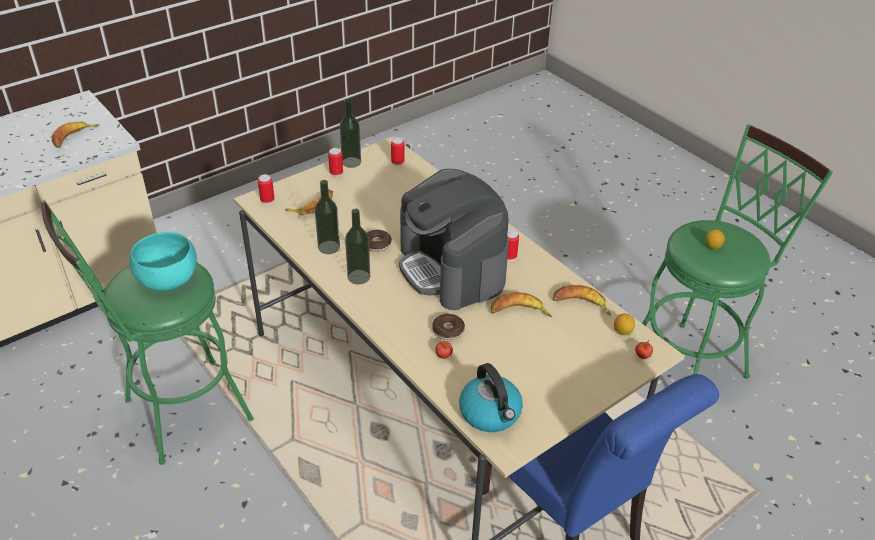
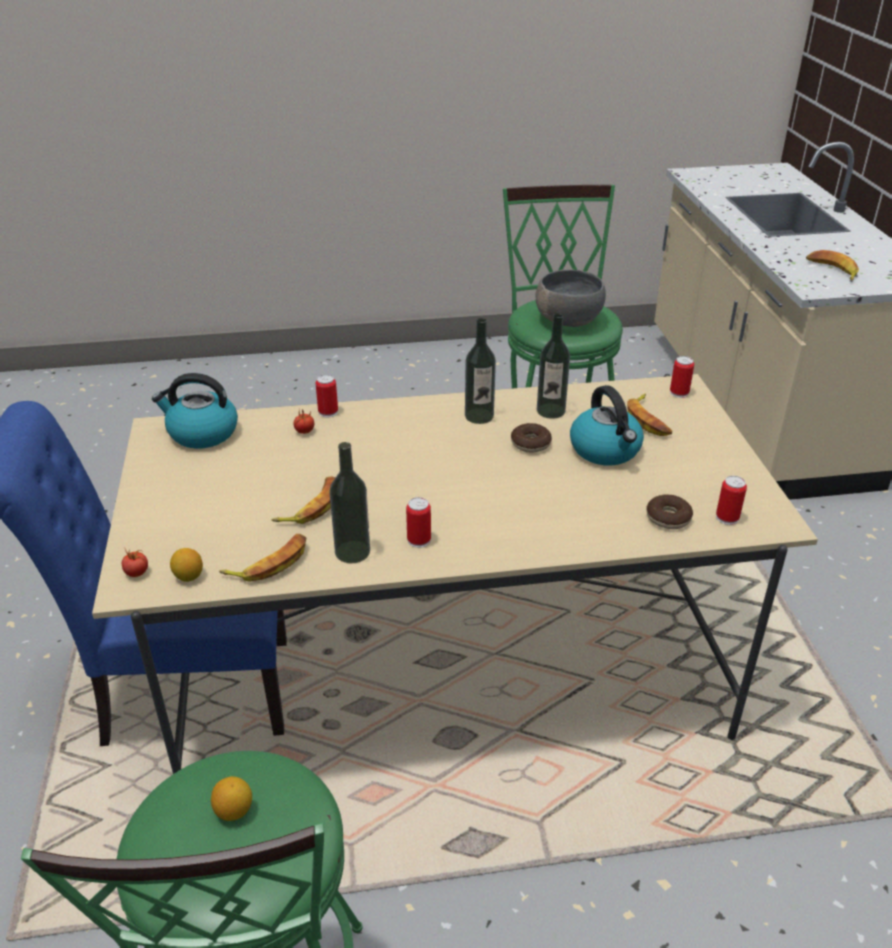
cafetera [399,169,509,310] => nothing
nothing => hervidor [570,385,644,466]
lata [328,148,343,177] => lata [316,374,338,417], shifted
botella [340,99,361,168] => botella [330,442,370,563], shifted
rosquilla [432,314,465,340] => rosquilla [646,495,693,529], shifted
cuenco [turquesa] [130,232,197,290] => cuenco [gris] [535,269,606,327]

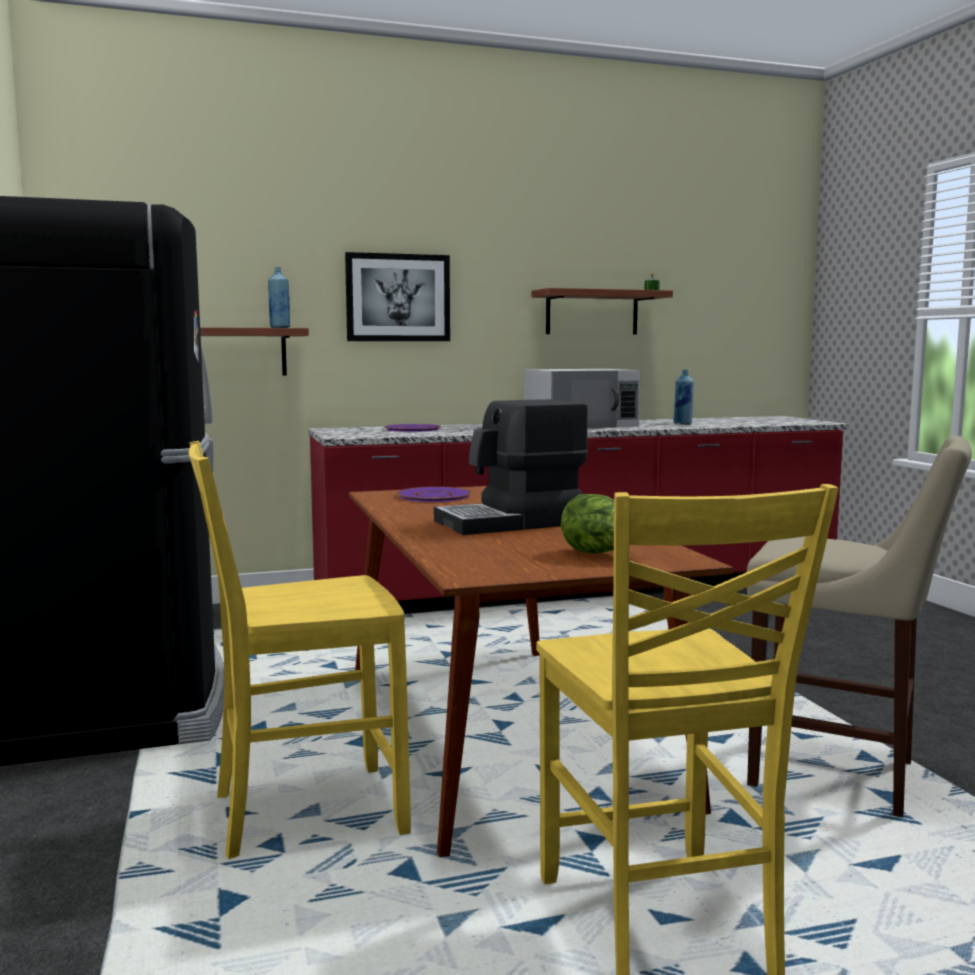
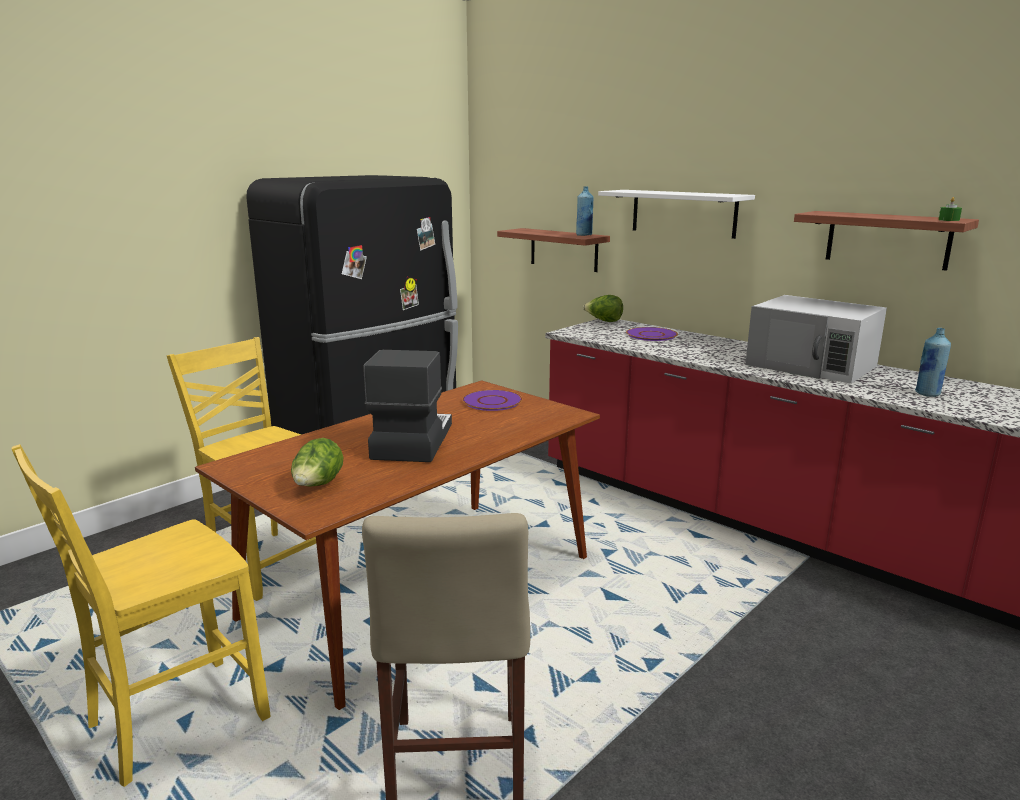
nothing => lechuga [583,295,623,322]
cuadro [345,252,450,341] => estante [blanco] [598,190,755,239]
cafetera [434,399,588,535] => cafetera [363,350,452,462], 60 degrees clockwise

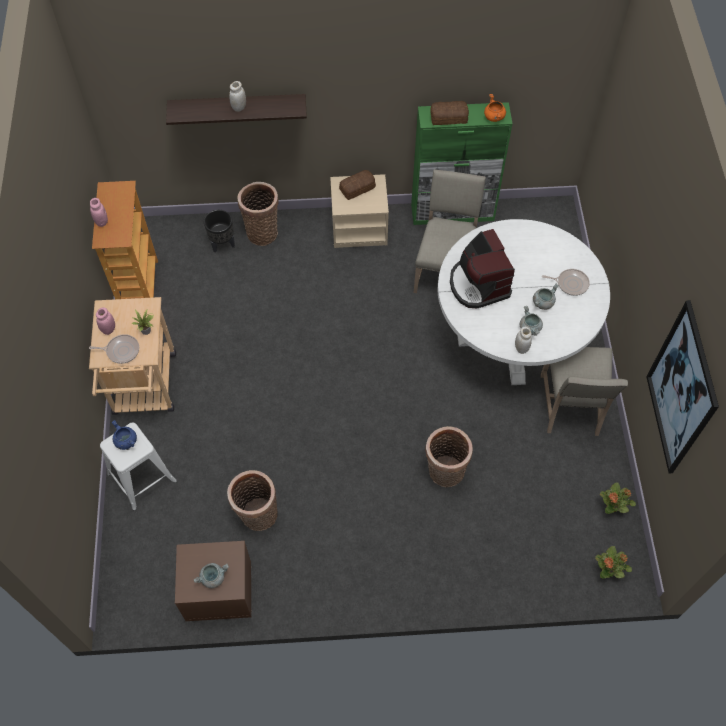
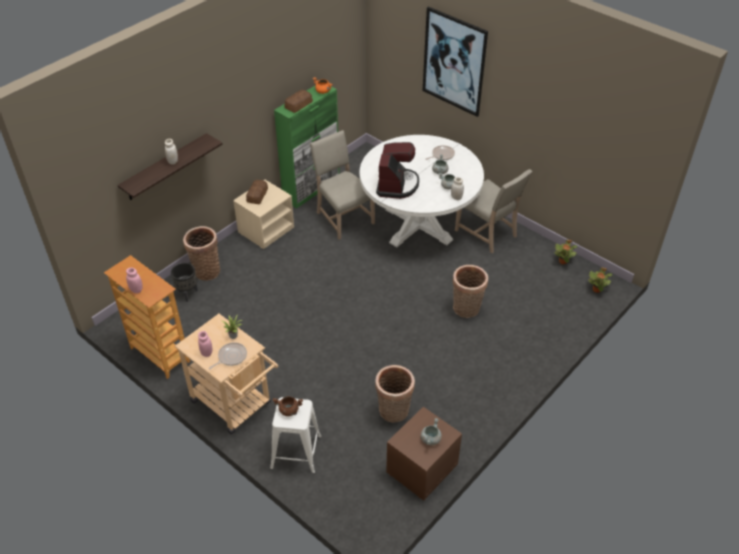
cuadro [646,300,719,473] => cuadro [423,6,488,117], shifted
olla [azul] [111,420,137,450] => olla [marrón] [273,396,303,416]
cafetera [450,229,515,308] => cafetera [376,142,419,199], 105 degrees counterclockwise

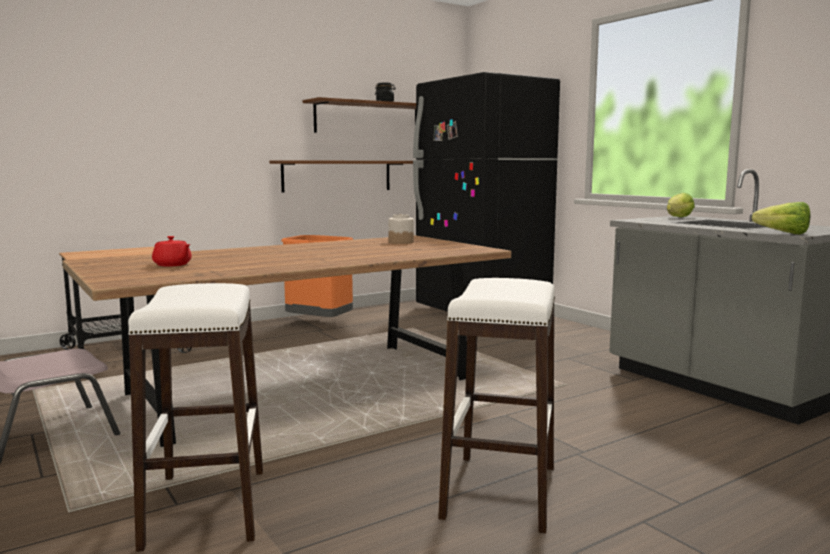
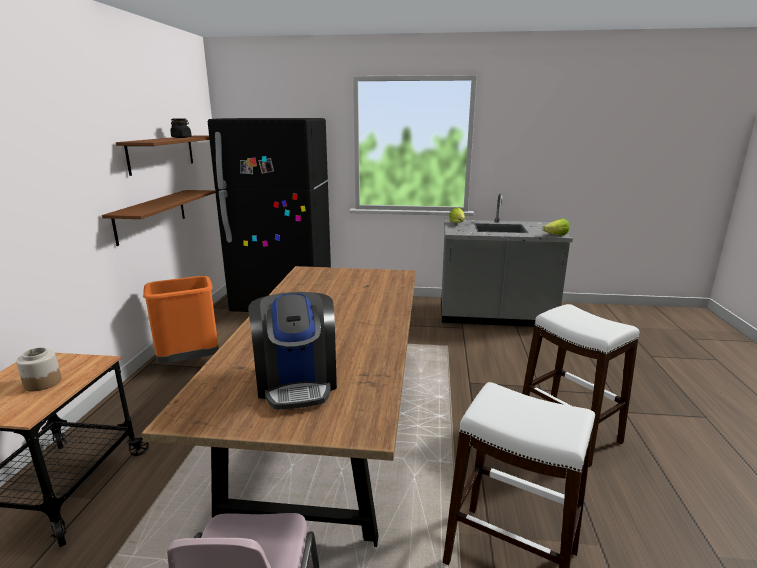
tarro [388,214,414,244] => tarro [16,347,62,391], shifted
tetera [rojo] [152,236,192,267] => cafetera [248,292,337,410]

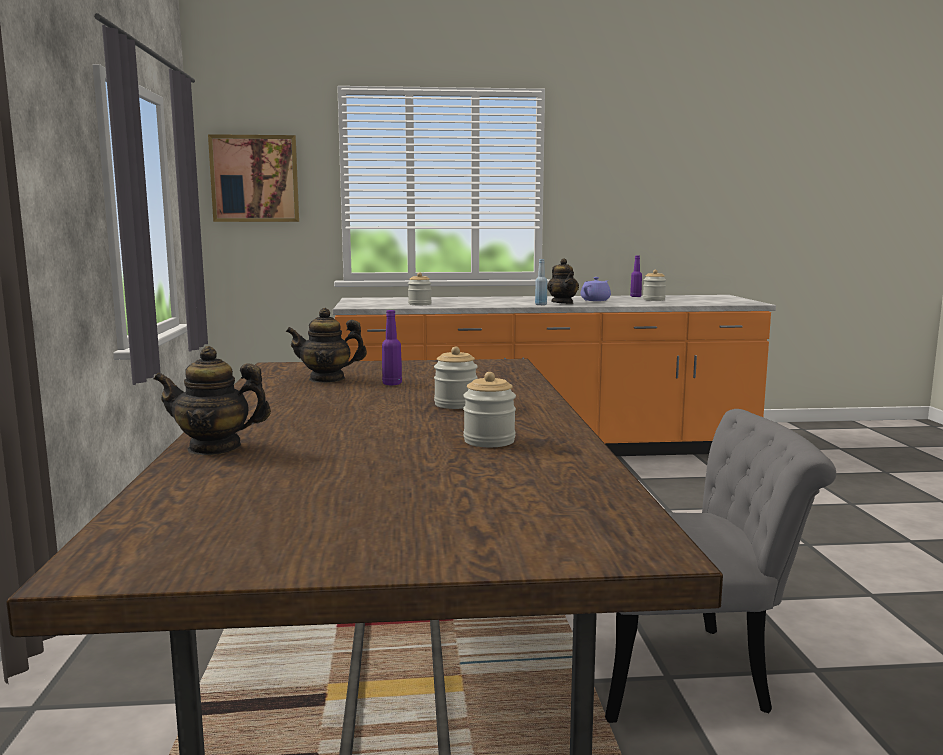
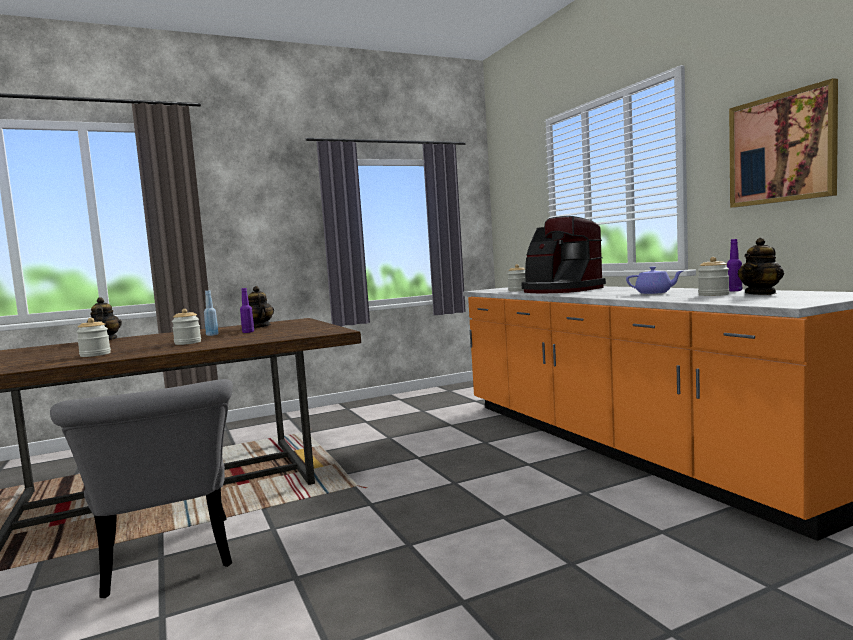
nothing => cafetera [521,216,606,293]
cuadro [208,134,299,222] => cuadro [729,78,838,208], shifted
botella [azul] [535,259,547,305] => botella [azul] [204,291,218,336], shifted
tetera [547,258,579,304] => tetera [738,238,784,295], shifted

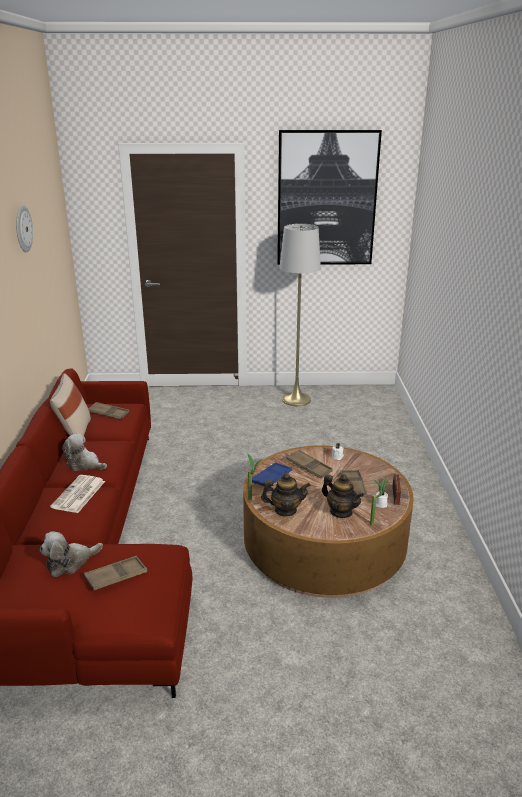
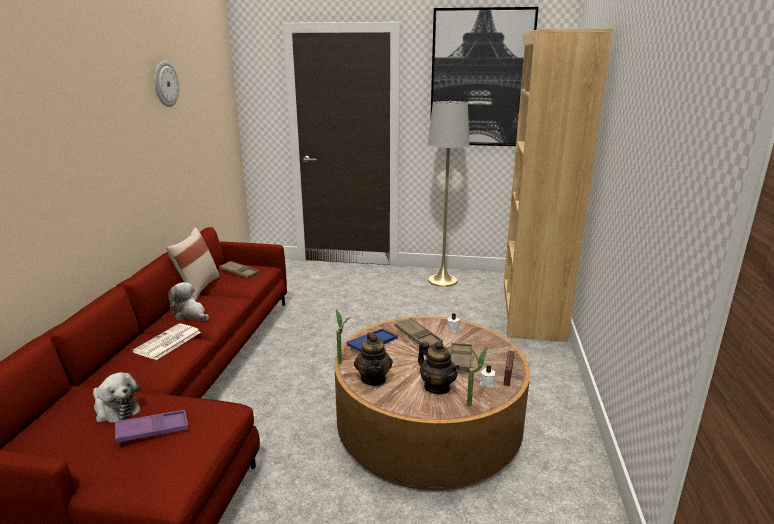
nothing => estantería [marrón] [504,29,613,342]
bandeja [marrón] [84,556,147,590] => bandeja [morado] [115,410,188,443]
peluche [40,531,103,577] => peluche [93,372,141,423], 120 degrees counterclockwise
tetera [261,473,311,516] => tetera [354,332,393,386], 75 degrees clockwise

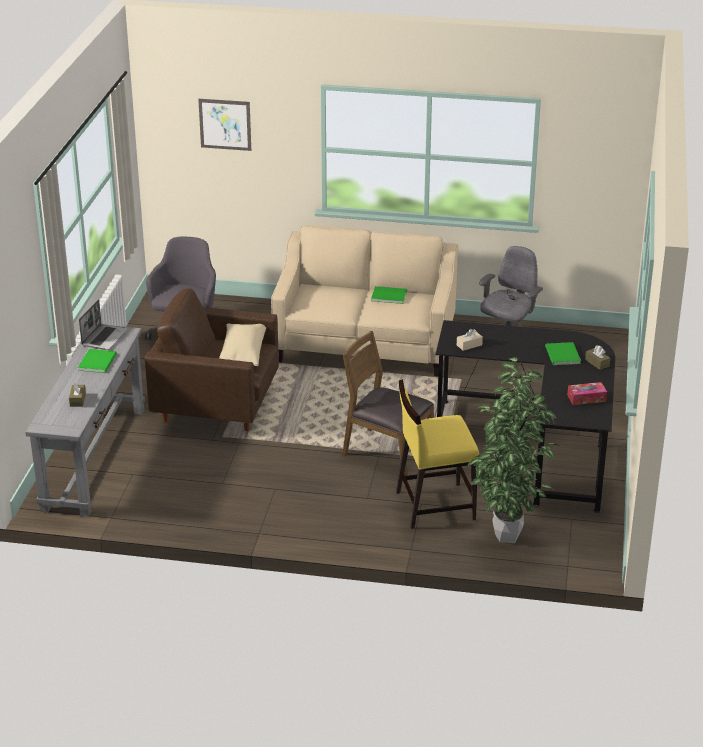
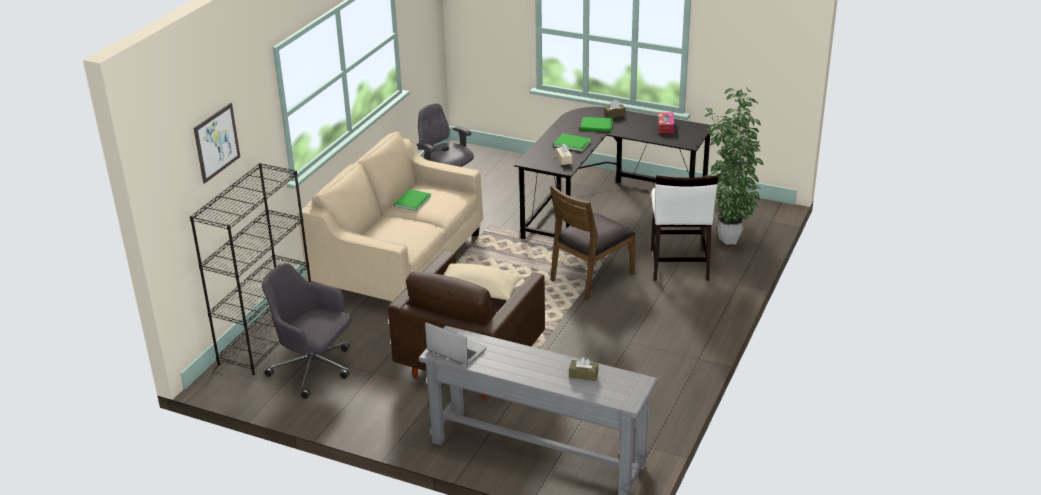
nothing => estantería [negro] [190,163,311,375]
libro [verde] [78,349,117,373] => libro [verde] [554,134,592,152], shifted
silla [amarillo] [396,379,479,529] => silla [blanco] [651,175,718,281]

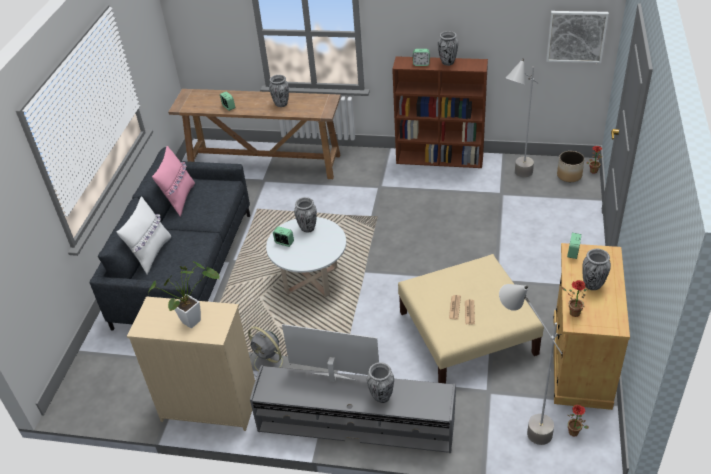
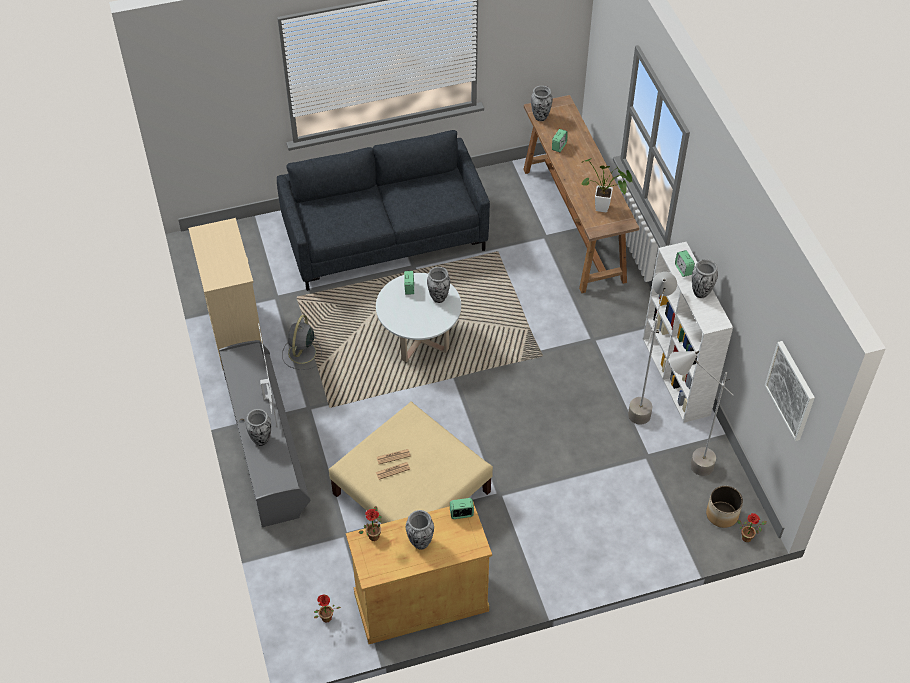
cojín [blanco] [116,196,171,274] => nothing
cojín [rosa] [152,146,195,216] => nothing
planta en maceta [148,261,220,328] => planta en maceta [582,158,632,212], shifted
florero [269,75,289,107] => florero [531,86,553,121], shifted
lámpara de pie [gris] [499,284,562,445] => lámpara de pie [gris] [628,272,677,425], shifted
estantería [marrón] [392,56,488,168] => estantería [blanco] [643,242,733,423]

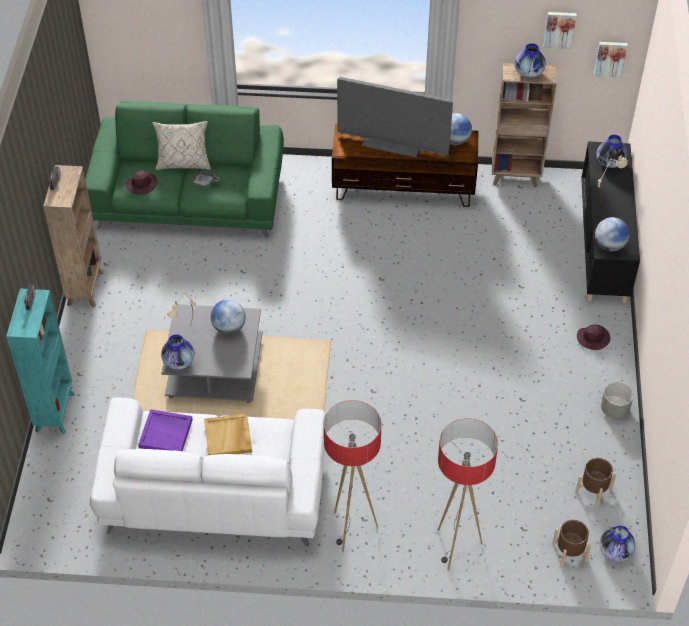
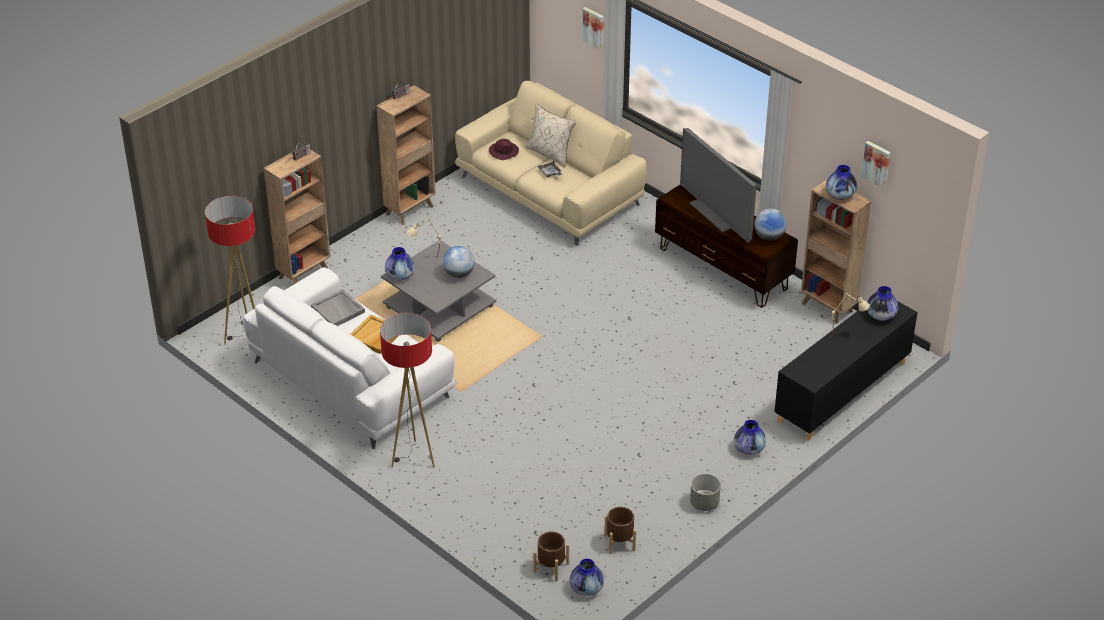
globo terráqueo [595,217,630,251] => nothing
lámpara de pie [438,418,498,570] => lámpara de pie [205,196,255,345], shifted
cuadro [594,42,628,78] => cuadro [582,7,604,50], shifted
sombrero [morado] [577,324,610,350] => florero [734,420,766,455]
estantería [turquesa] [6,288,75,434] => estantería [marrón] [264,149,331,284]
sofá [verde] [85,101,284,238] => sofá [beis] [455,81,647,246]
bandeja [morado] [138,409,193,451] => bandeja [gris] [311,289,365,326]

